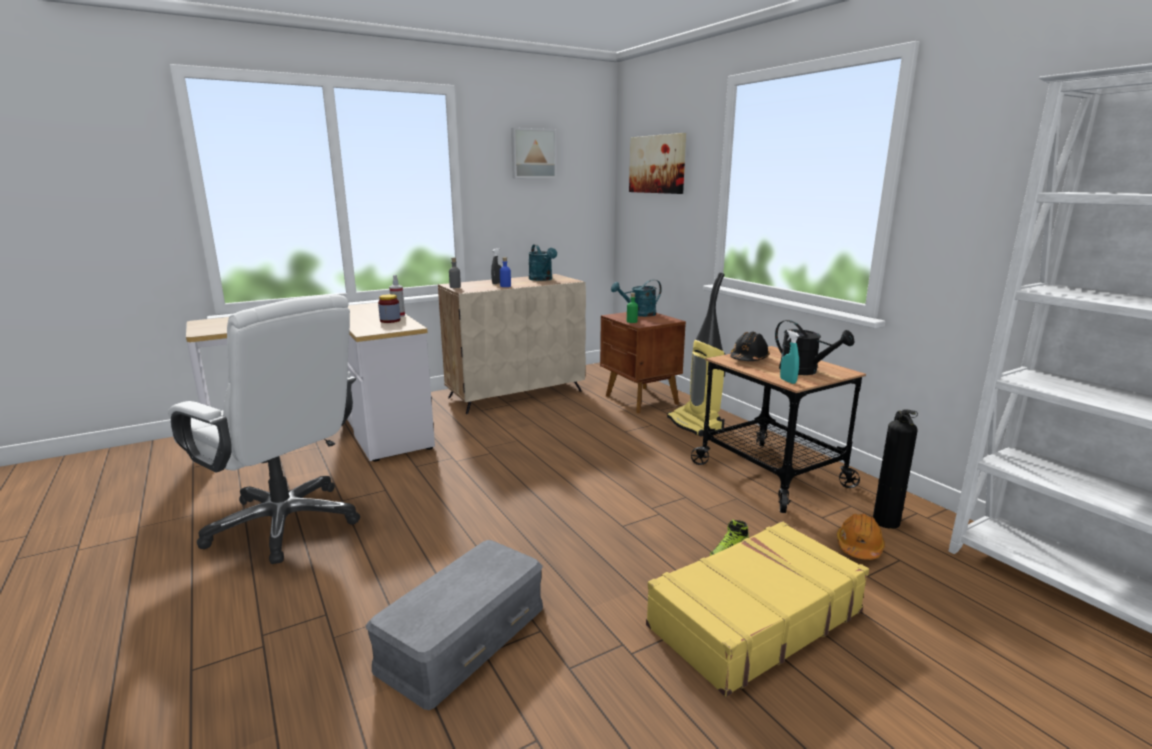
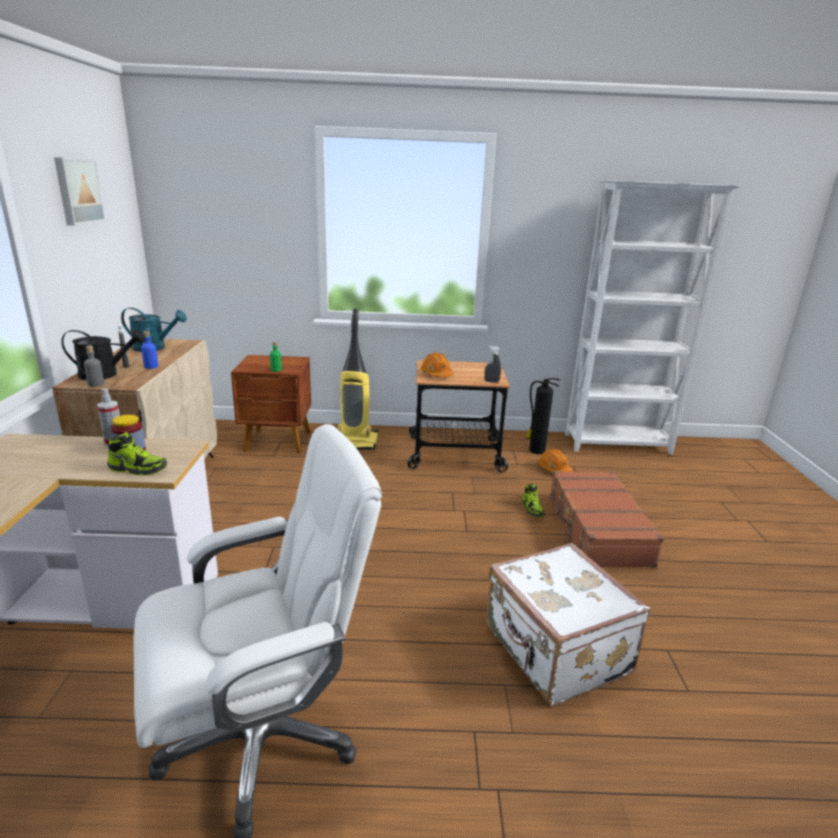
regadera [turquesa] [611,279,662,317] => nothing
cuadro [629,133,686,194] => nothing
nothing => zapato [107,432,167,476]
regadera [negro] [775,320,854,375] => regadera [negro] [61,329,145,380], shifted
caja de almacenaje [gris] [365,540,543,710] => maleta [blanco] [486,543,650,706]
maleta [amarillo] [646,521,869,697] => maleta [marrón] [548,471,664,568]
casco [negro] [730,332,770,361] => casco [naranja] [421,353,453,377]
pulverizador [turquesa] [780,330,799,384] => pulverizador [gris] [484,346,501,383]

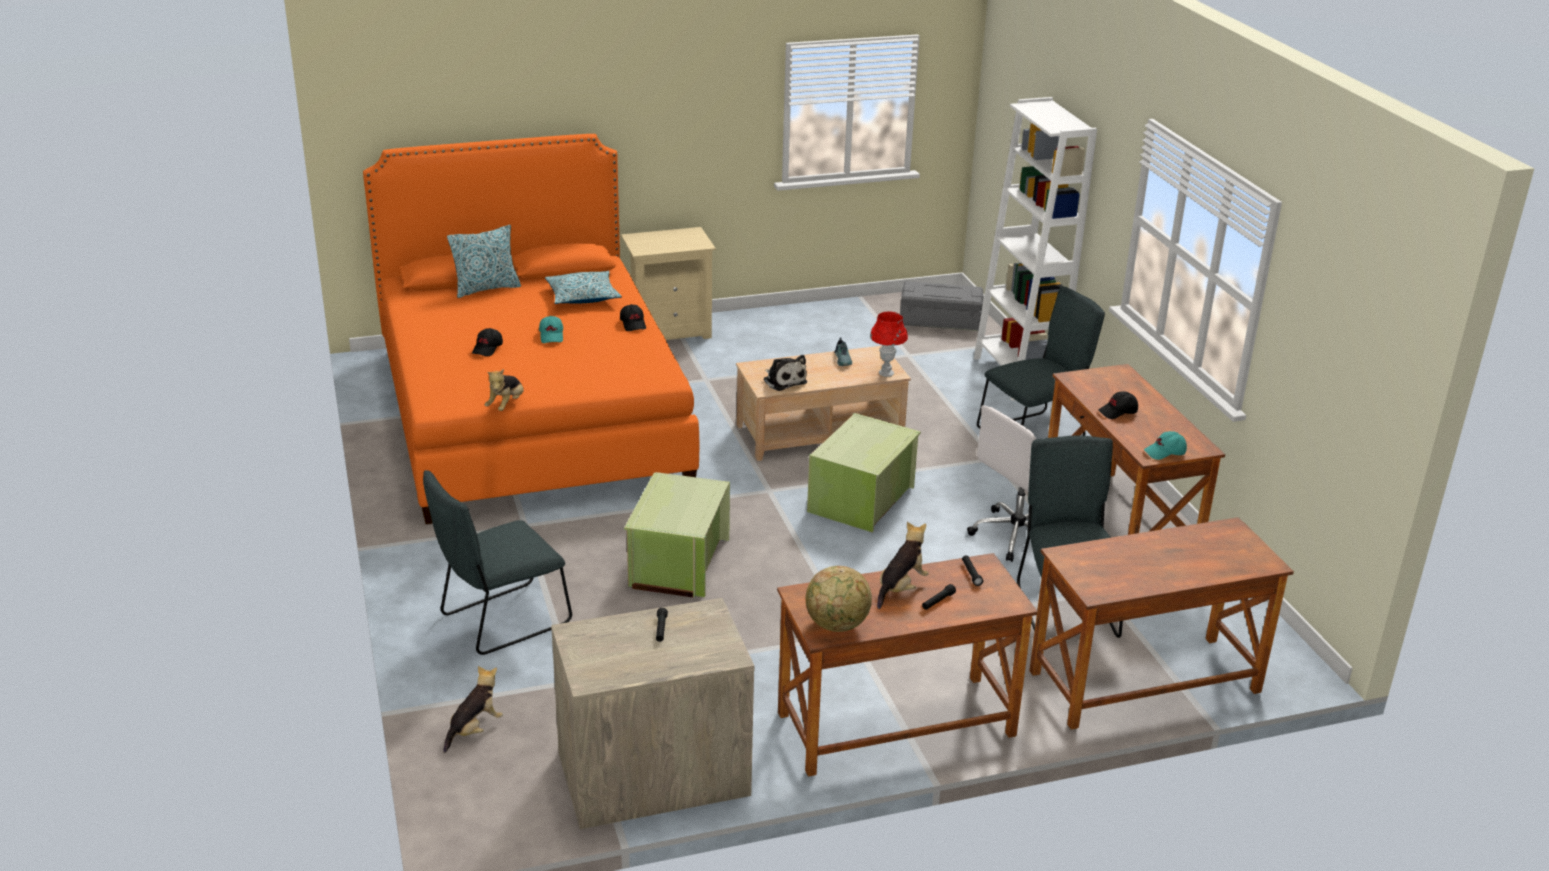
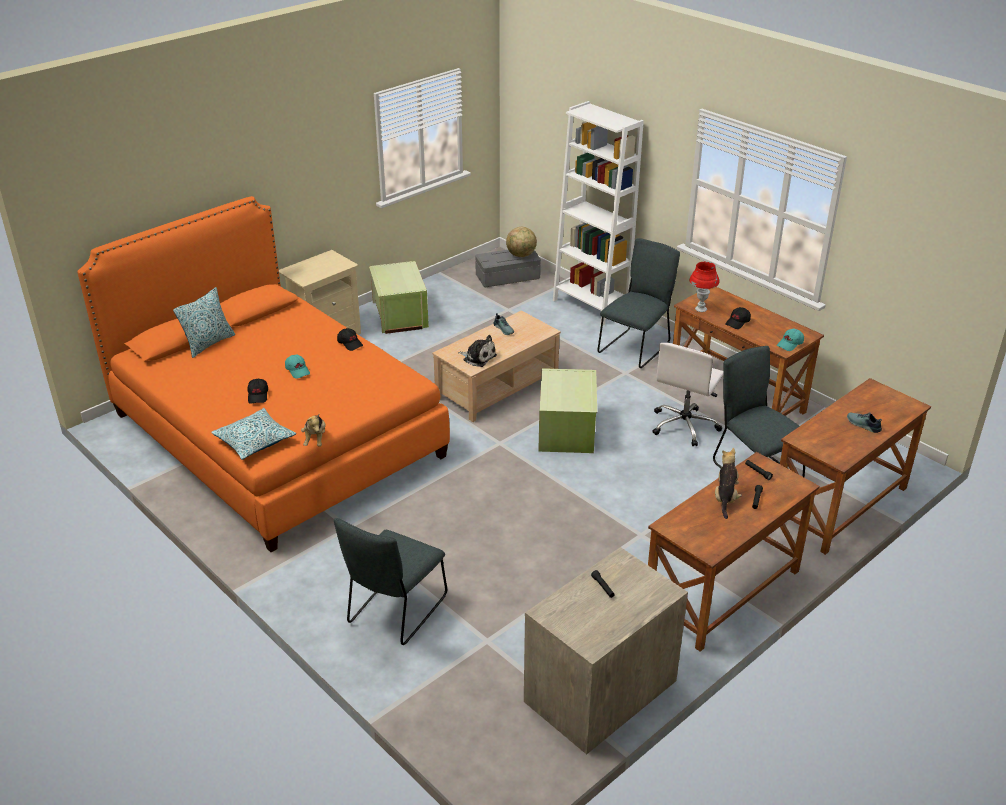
peluche [443,666,503,753] => nothing
nothing => zapato [847,412,882,433]
cojín [545,271,622,304] => cojín [211,408,296,460], shifted
caja de almacenaje [verde] [624,472,730,597] => caja de almacenaje [verde] [369,261,429,334], shifted
globo terráqueo [806,566,872,632] => globo terráqueo [506,227,537,257], shifted
lámpara de mesa [rojo] [870,312,908,377] => lámpara de mesa [rojo] [690,262,719,312], shifted

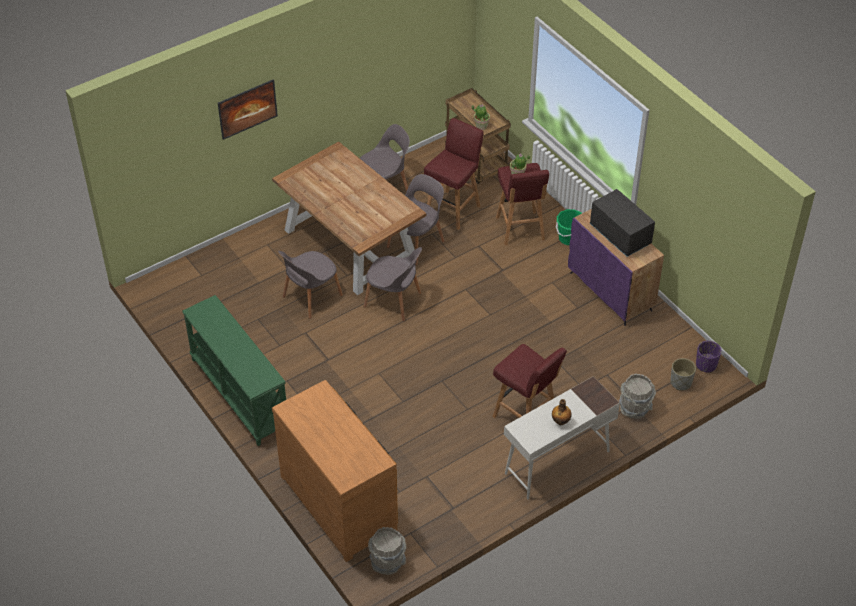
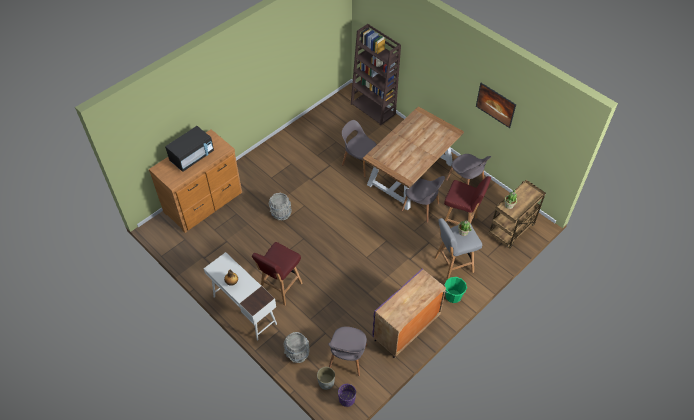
mesa consola [verde] [182,295,286,446] => nothing
nothing => estantería [marrón] [351,24,401,126]
cuadro [218,79,278,140] => cuadro [476,83,516,128], shifted
silla [gris] [364,247,422,321] => silla [gris] [328,326,367,376], shifted
cubo [gris] [368,527,406,575] => cubo [gris] [269,193,292,220], shifted
microondas [negro] [590,189,655,257] => microondas [negro] [165,126,214,172], shifted
taburete [rojo] [496,163,549,245] => taburete [gris] [434,218,482,280]

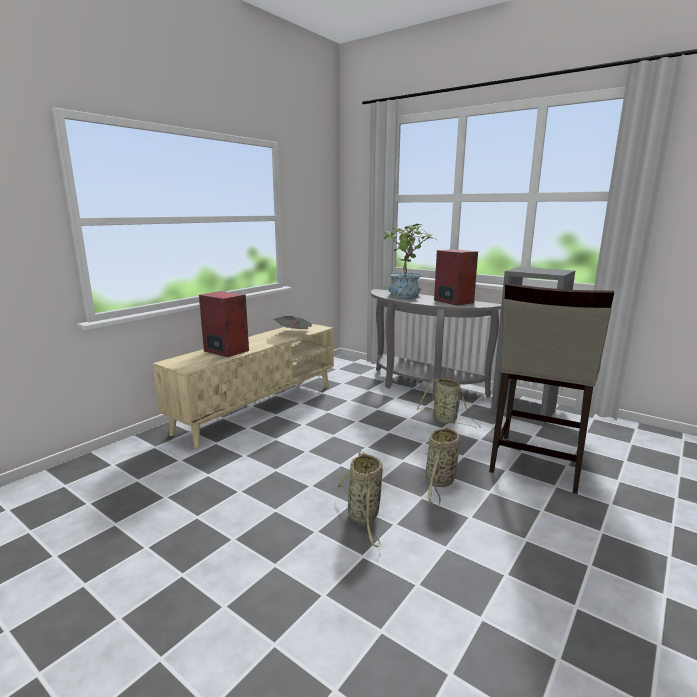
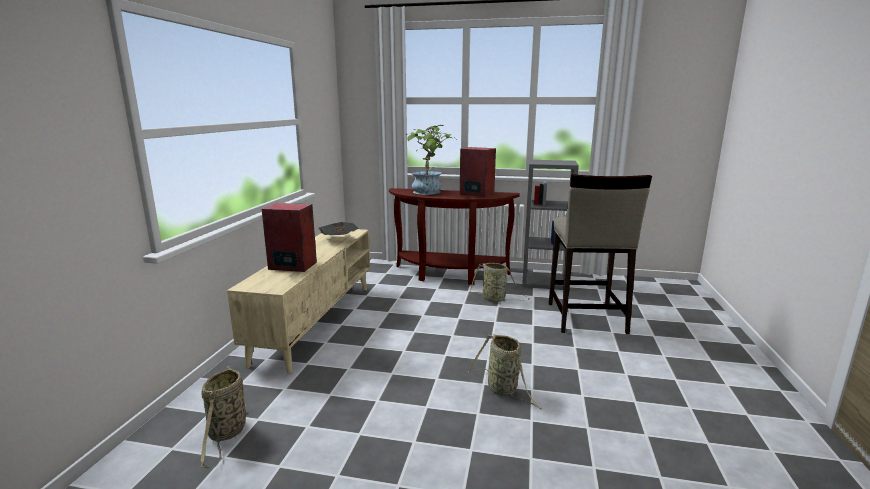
cesta [426,425,460,505] => cesta [200,366,246,468], shifted
mesa consola [gris] [371,289,501,400] => mesa consola [marrón] [389,188,520,285]

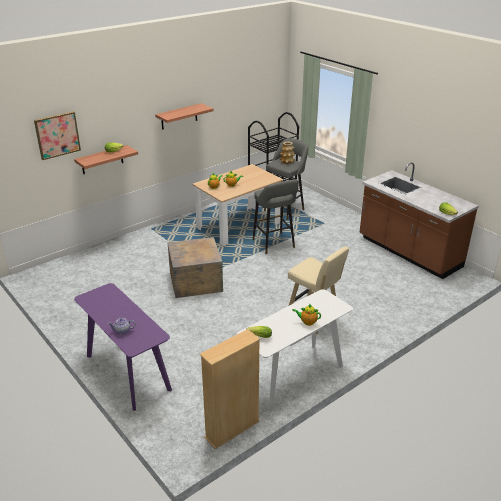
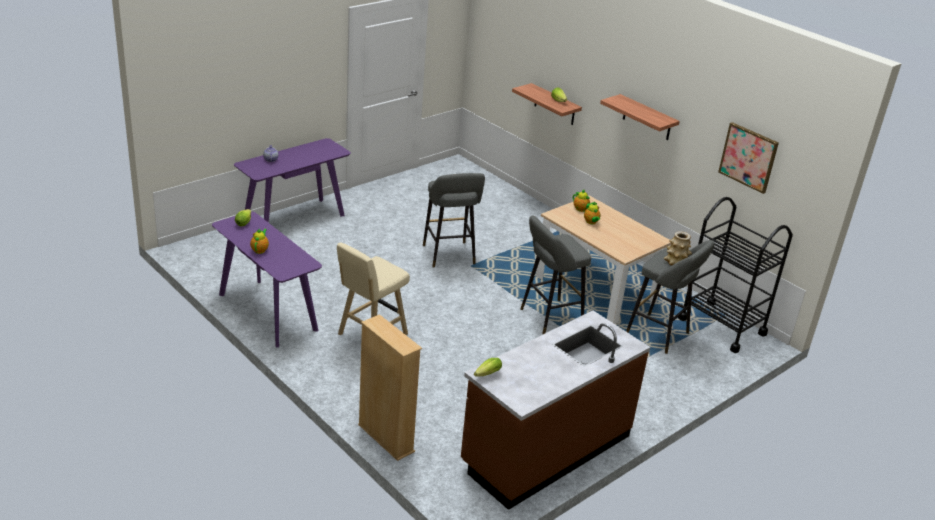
cuadro [34,111,81,160] => cuadro [718,122,779,194], shifted
estantería [beis] [199,329,260,449] => estantería [beis] [358,314,422,461], shifted
caja de embalaje [167,237,223,298] => taburete [gris] [423,173,485,268]
mesa consola [blanco] [237,289,353,412] => mesa consola [morado] [212,211,322,347]

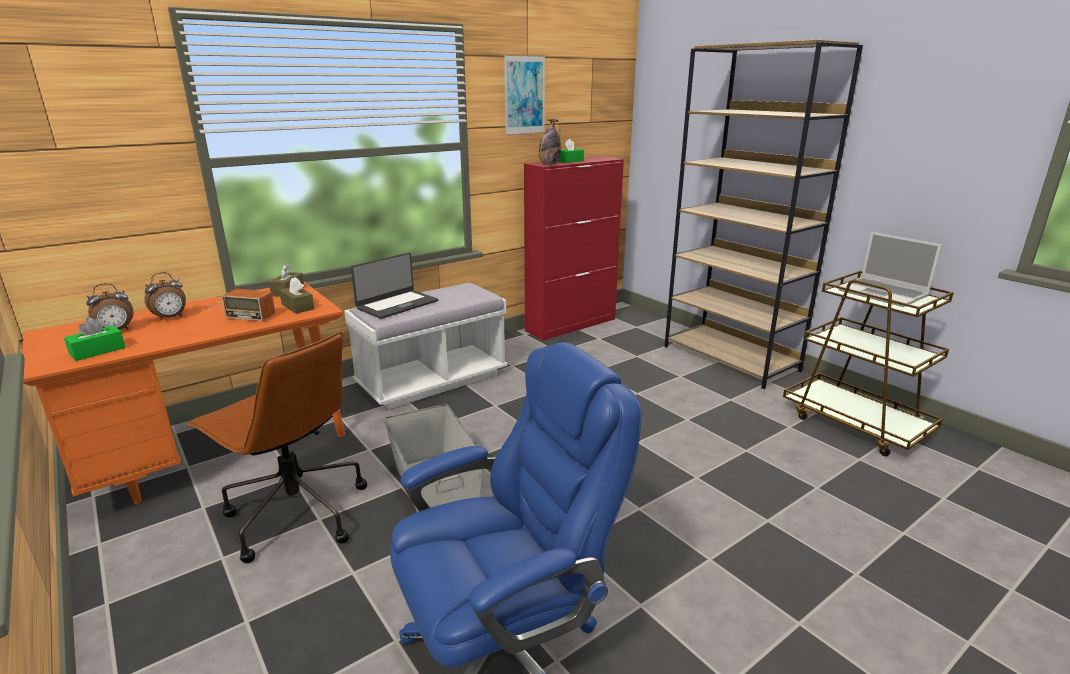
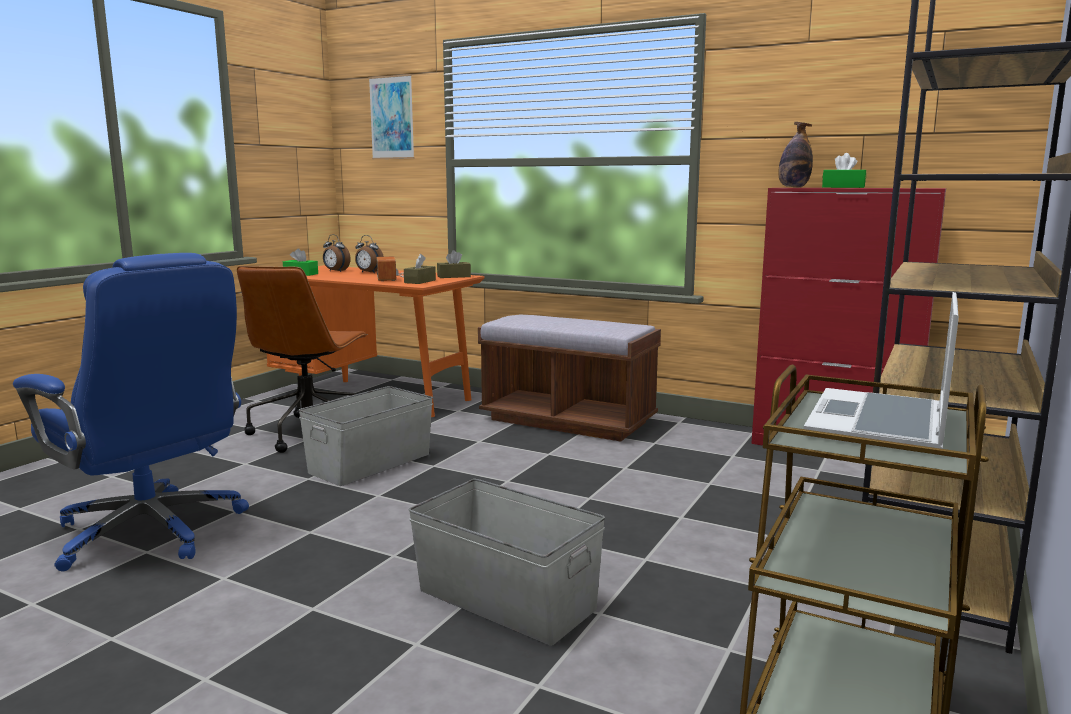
portátil [351,252,438,319] => nothing
nothing => caja de almacenaje [gris] [408,479,605,646]
cuadro [504,54,545,136] => cuadro [368,74,415,159], shifted
banco [blanco] [344,283,507,409] => banco [marrón] [478,315,661,442]

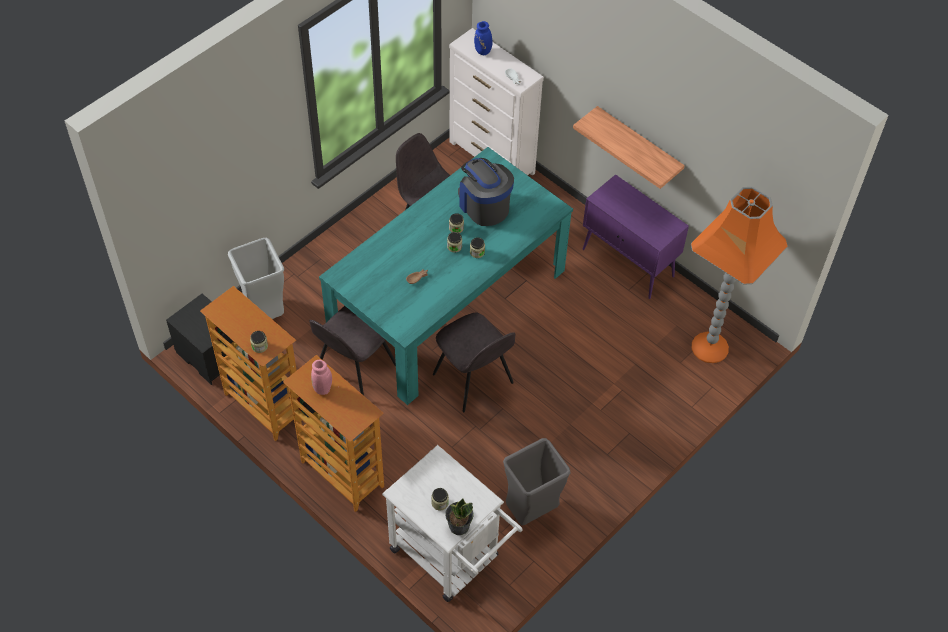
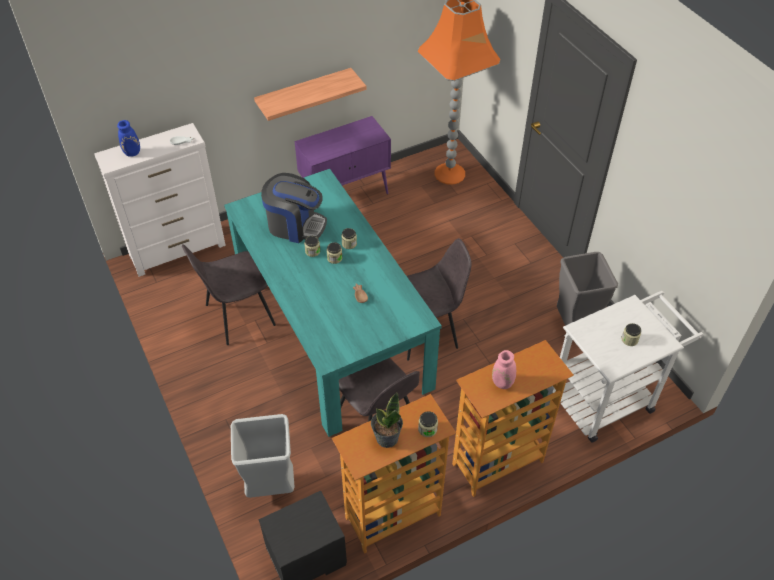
planta en maceta [445,499,473,535] => planta en maceta [371,393,403,448], shifted
cafetera [458,158,514,226] => cafetera [261,173,327,243], 150 degrees counterclockwise

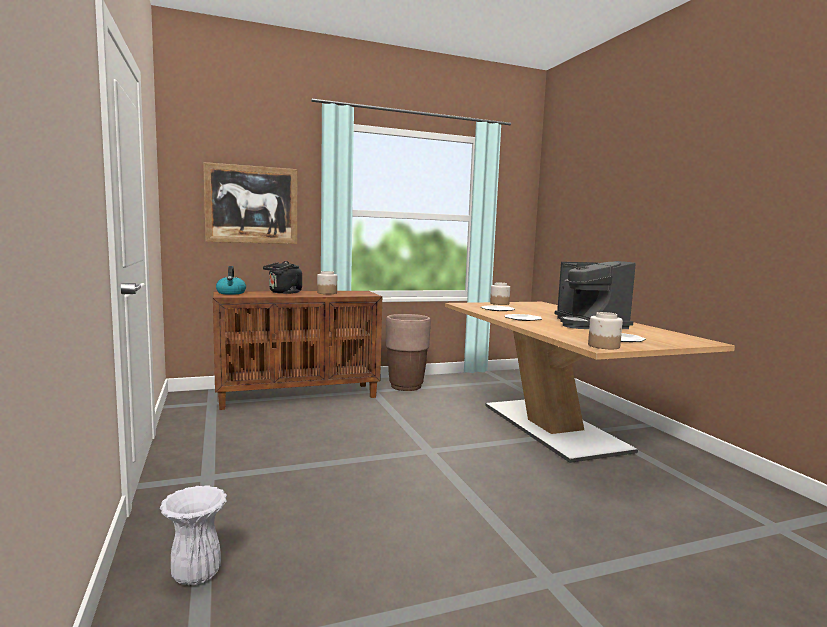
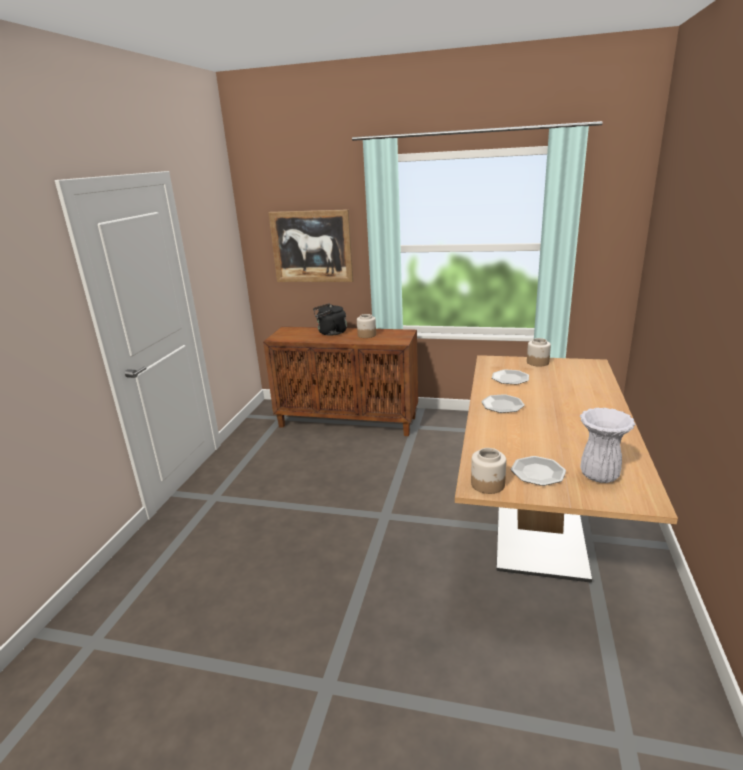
hervidor [216,266,246,295] => nothing
maceta [marrón] [386,314,431,391] => nothing
cafetera [555,261,636,329] => nothing
florero [blanco] [160,485,227,585] => florero [blanco] [580,408,636,483], shifted

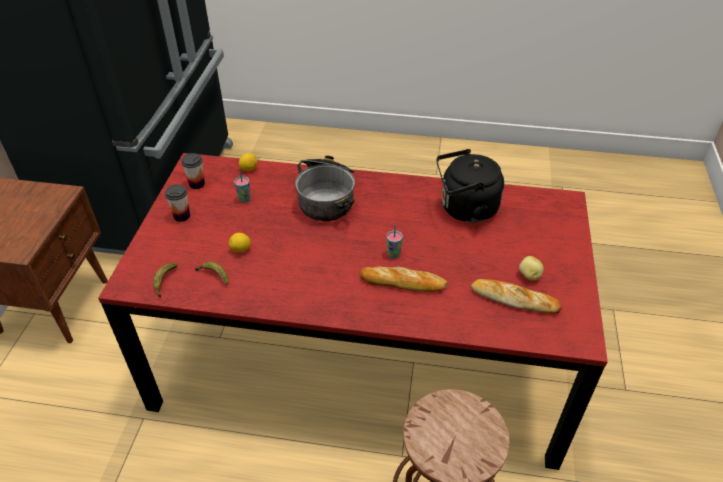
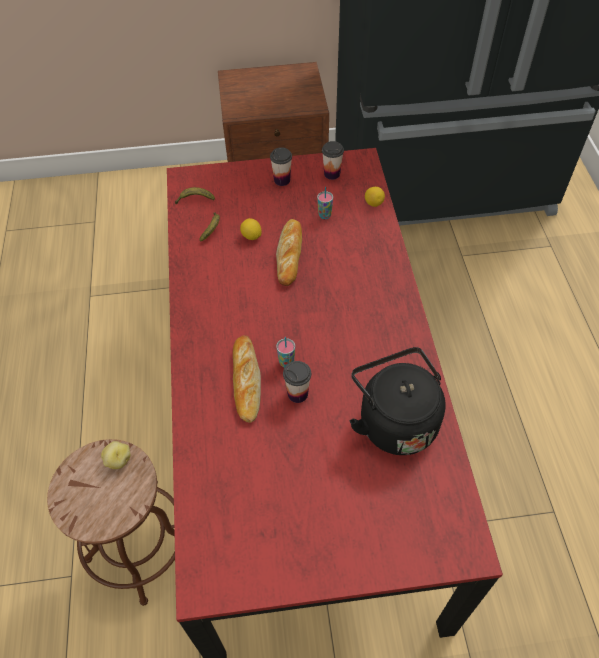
olla [295,155,355,221] => nothing
nothing => taza [283,361,311,403]
pan [471,279,562,314] => pan [276,219,302,286], shifted
patata [519,256,544,281] => patata [101,441,130,469], shifted

